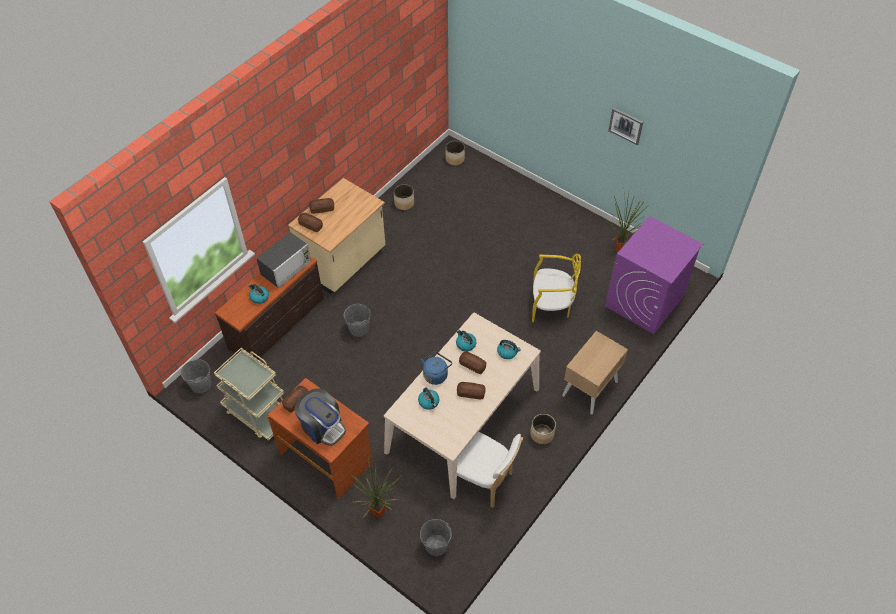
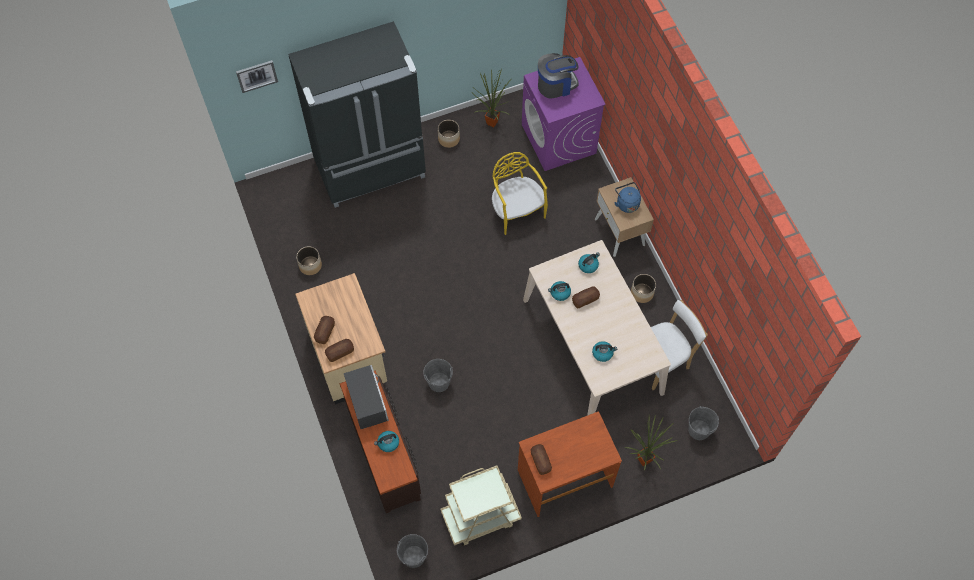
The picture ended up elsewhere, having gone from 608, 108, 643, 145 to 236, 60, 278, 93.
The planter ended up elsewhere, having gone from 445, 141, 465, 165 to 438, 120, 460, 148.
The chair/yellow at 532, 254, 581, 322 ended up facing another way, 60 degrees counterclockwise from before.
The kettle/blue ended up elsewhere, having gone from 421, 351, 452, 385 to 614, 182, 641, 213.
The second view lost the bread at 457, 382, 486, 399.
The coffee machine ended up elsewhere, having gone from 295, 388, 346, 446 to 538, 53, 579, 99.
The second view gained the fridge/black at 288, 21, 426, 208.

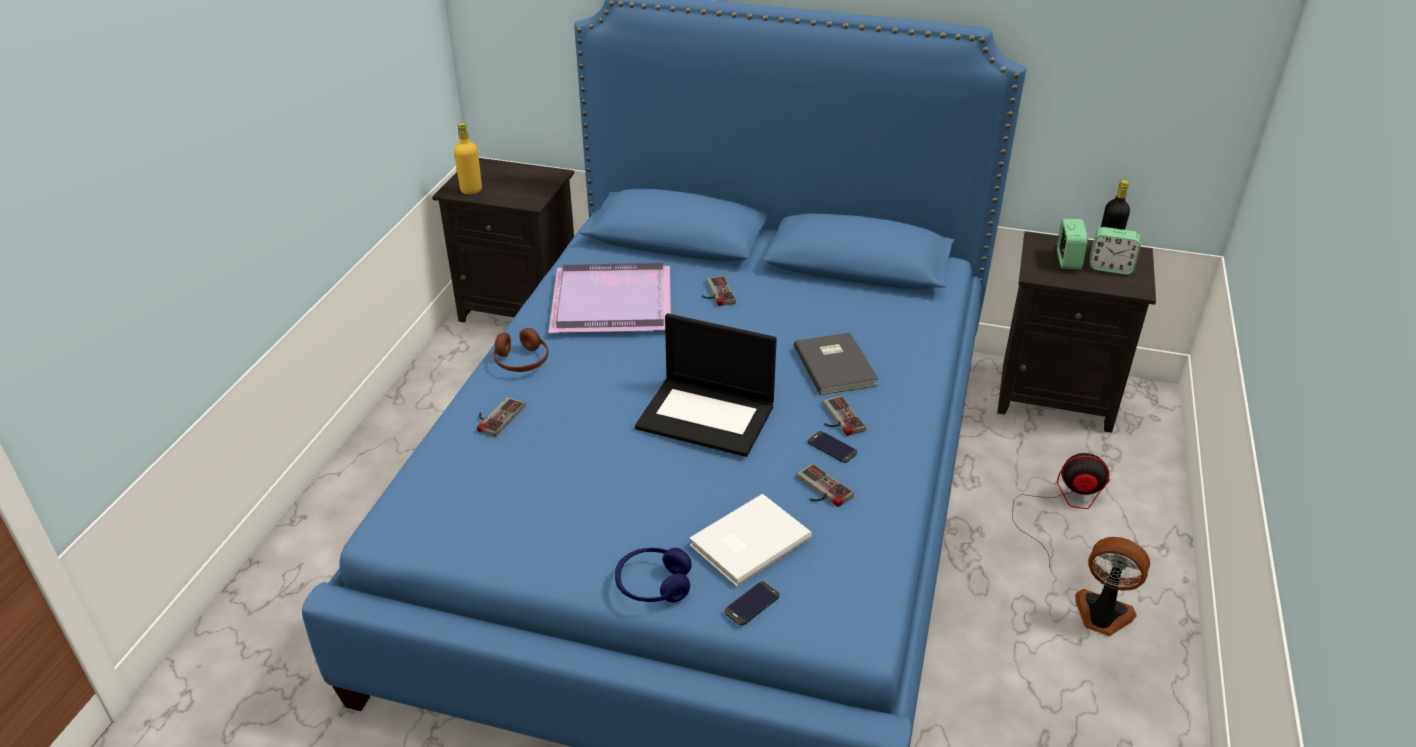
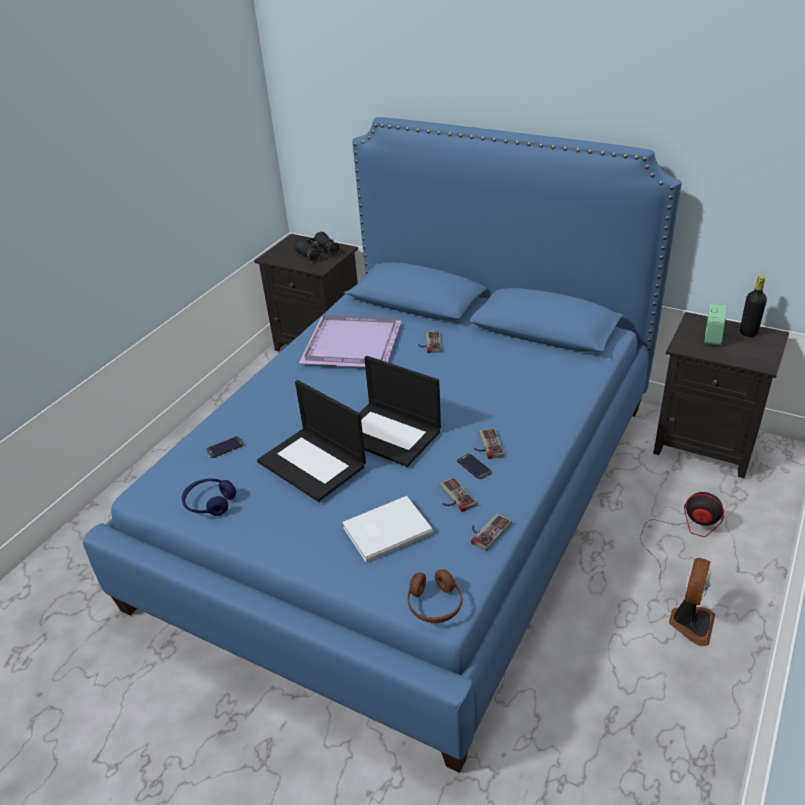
The second view lost the bottle/yellow at 454, 123, 482, 195.
The second view lost the alarm clock at 1090, 227, 1141, 275.
The headphones/brown ended up elsewhere, having gone from 494, 328, 549, 372 to 408, 569, 462, 623.
The second view lost the book/grey at 794, 332, 878, 395.
The game controller ended up elsewhere, having gone from 477, 397, 525, 437 to 471, 513, 512, 551.
The fan at 1075, 537, 1150, 636 ended up facing another way, 75 degrees clockwise from before.
The headphones/blue ended up elsewhere, having gone from 615, 548, 691, 603 to 182, 479, 236, 516.
The phone ended up elsewhere, having gone from 725, 581, 780, 625 to 206, 436, 244, 458.
The second view gained the binoculars/black at 294, 232, 340, 262.
The second view gained the laptop at 257, 380, 366, 502.

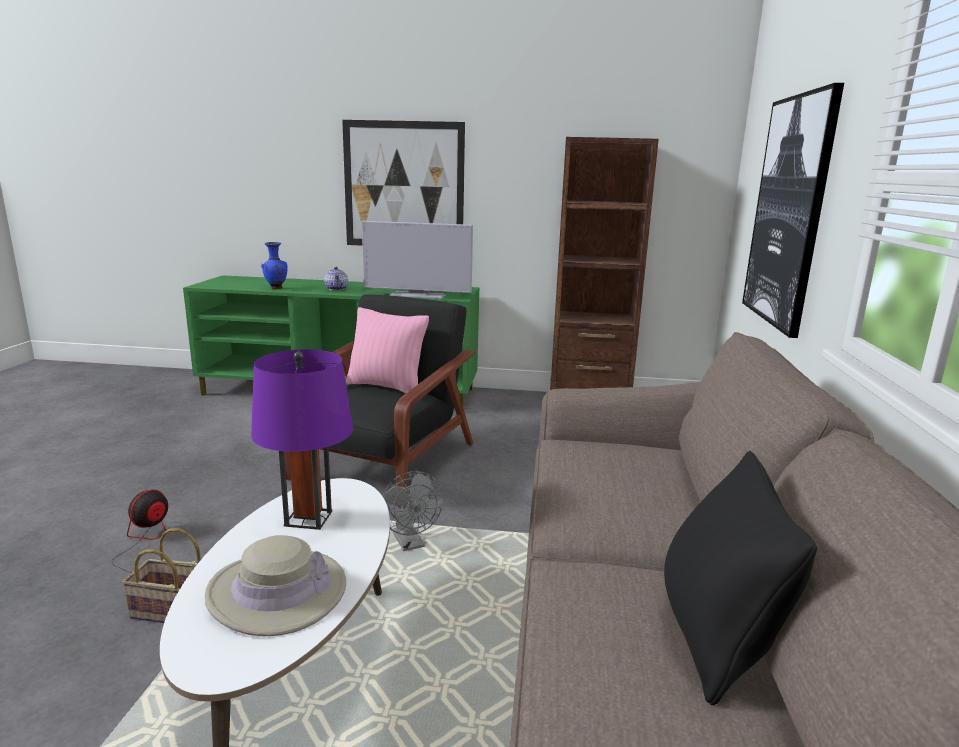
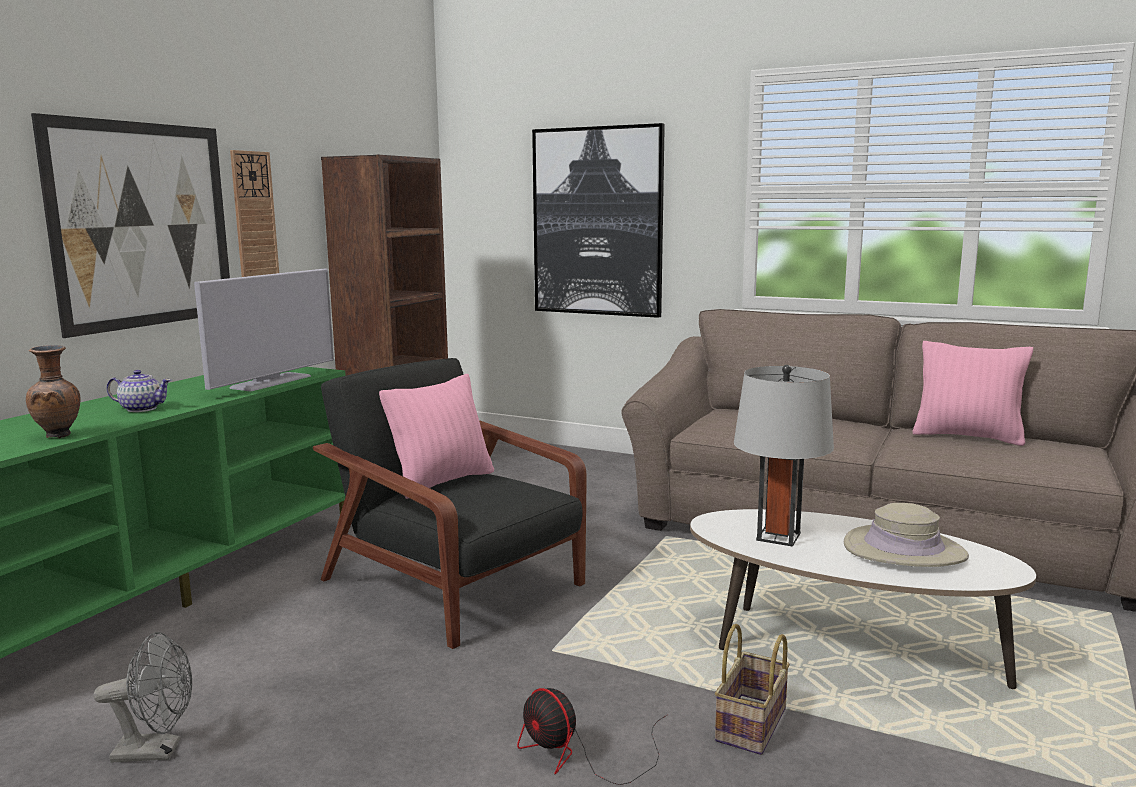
What was the vase/blue at 261, 242, 287, 289 turned into the vase/brown at 26, 345, 81, 438.
What was the table lamp/purple at 251, 349, 353, 530 turned into the table lamp/grey at 734, 365, 834, 547.
What was the pillow/black at 664, 451, 817, 705 turned into the pillow/pink at 912, 341, 1033, 446.
The fan/grey ended up elsewhere, having gone from 383, 471, 443, 551 to 94, 632, 192, 762.
The second view gained the wall clock at 230, 150, 279, 277.

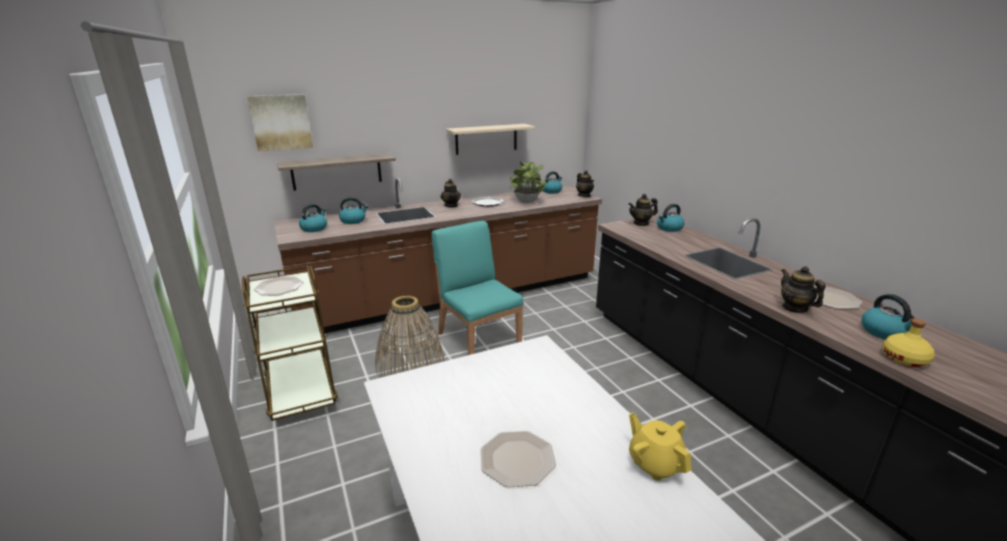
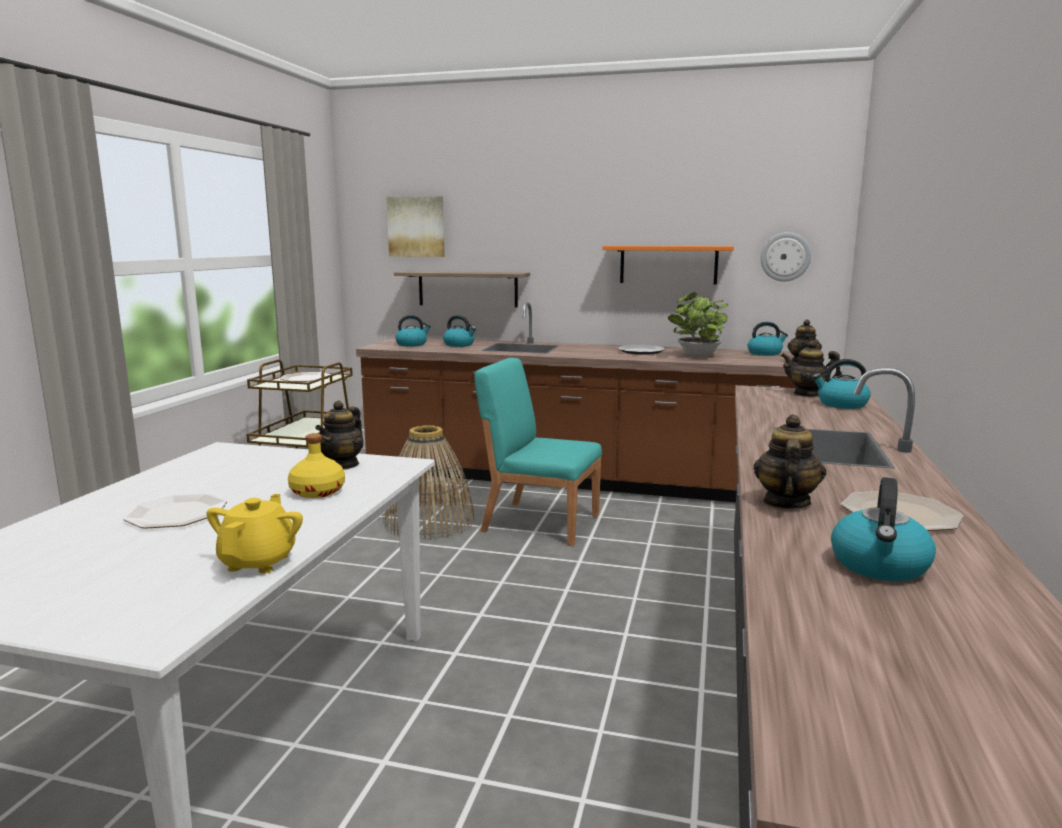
What was the shelf/beige at 446, 124, 535, 155 turned into the shelf/orange at 603, 246, 734, 284.
The teapot ended up elsewhere, having gone from 441, 179, 461, 207 to 315, 400, 364, 470.
The chair/turquoise at 431, 221, 524, 355 ended up facing another way, 75 degrees counterclockwise from before.
The bottle/yellow ended up elsewhere, having gone from 882, 318, 935, 367 to 288, 433, 345, 498.
The second view gained the wall clock at 760, 232, 811, 282.

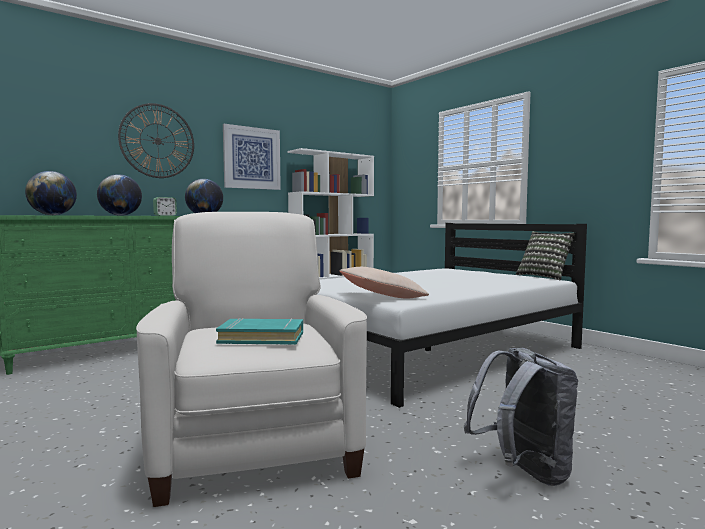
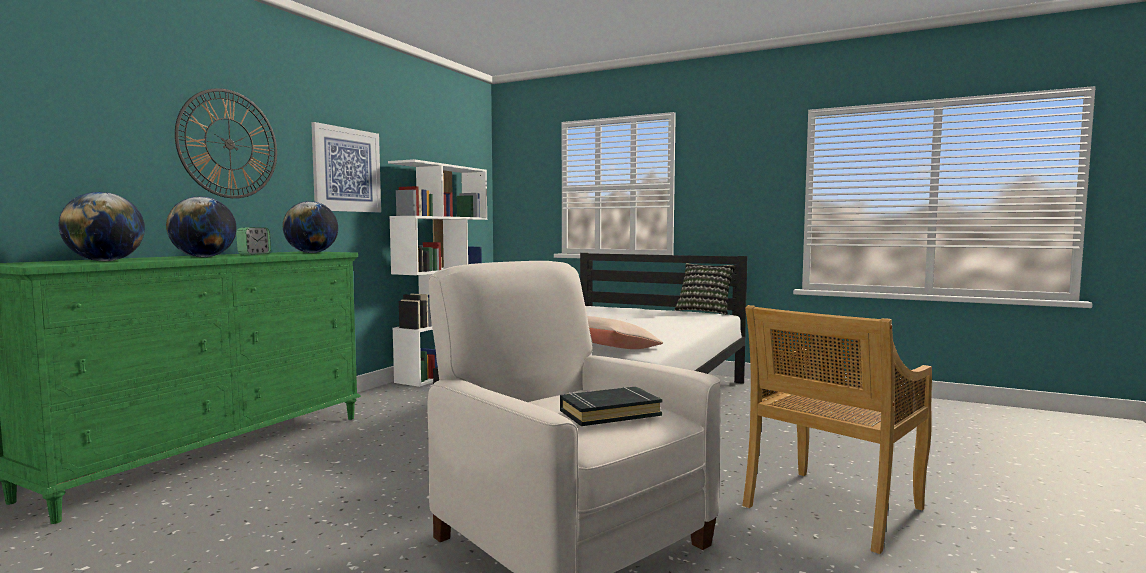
What was the book/turquoise at 216, 318, 303, 345 turned into the book/black at 560, 387, 663, 426.
Where the backpack/grey stood at 464, 348, 578, 486, the chair/beige came to stand at 742, 305, 932, 554.

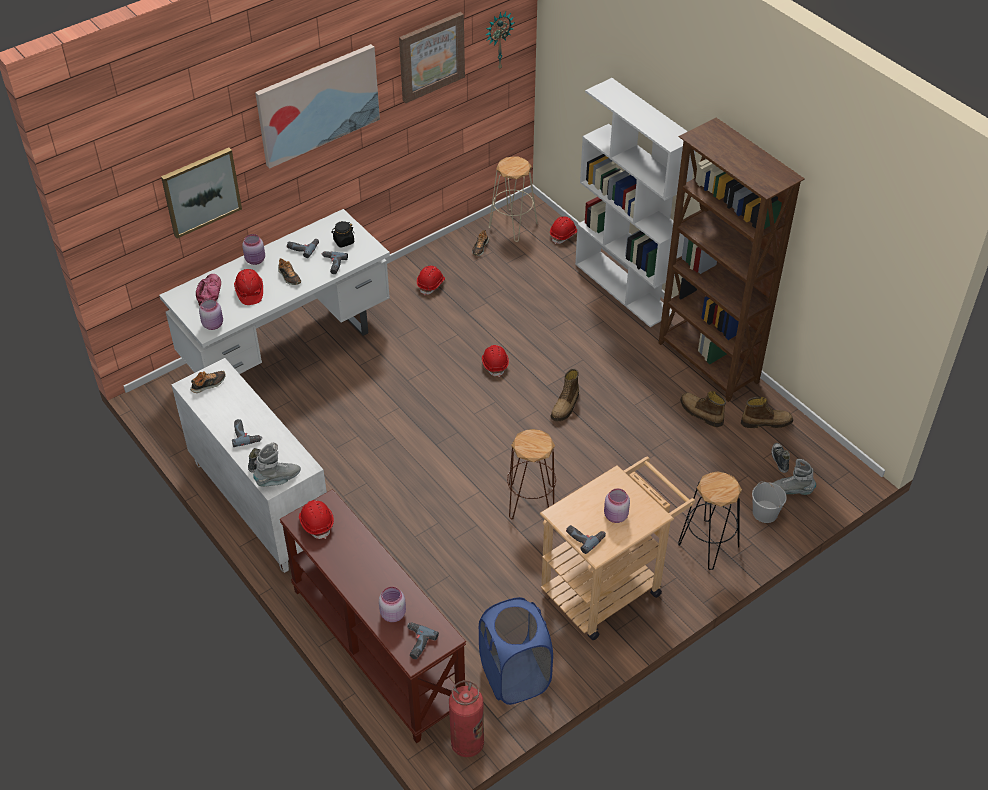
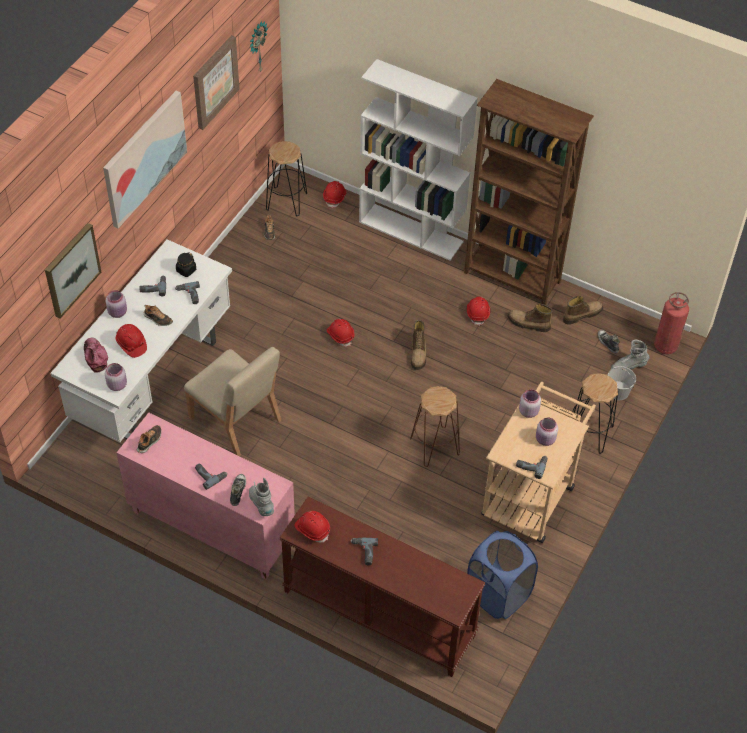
What was the stool/beige at 489, 157, 538, 242 turned into the stool/black at 266, 141, 307, 216.
The hard hat/red ended up elsewhere, having gone from 417, 266, 445, 296 to 467, 297, 491, 326.
What was the cabinet/white at 171, 358, 327, 573 turned into the cabinet/pink at 116, 413, 295, 579.
The boot/grey at 253, 443, 301, 487 ended up facing another way, 60 degrees counterclockwise from before.
The jar/pink ended up elsewhere, having gone from 379, 587, 406, 622 to 519, 390, 541, 418.
The power drill ended up elsewhere, having gone from 407, 622, 439, 659 to 350, 538, 378, 565.
The fire extinguisher ended up elsewhere, having gone from 449, 680, 484, 757 to 654, 292, 689, 354.
The second view gained the chair/beige at 184, 347, 281, 456.

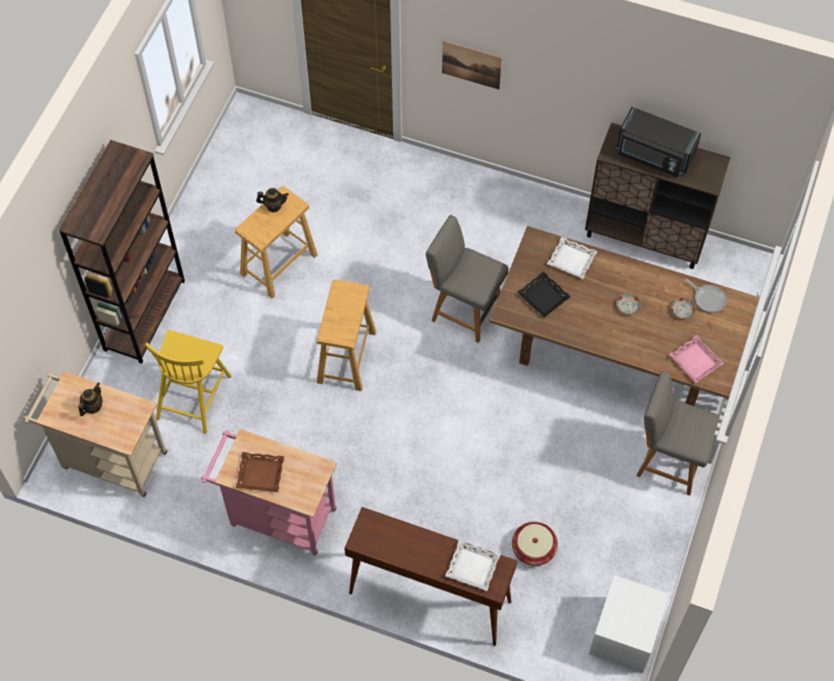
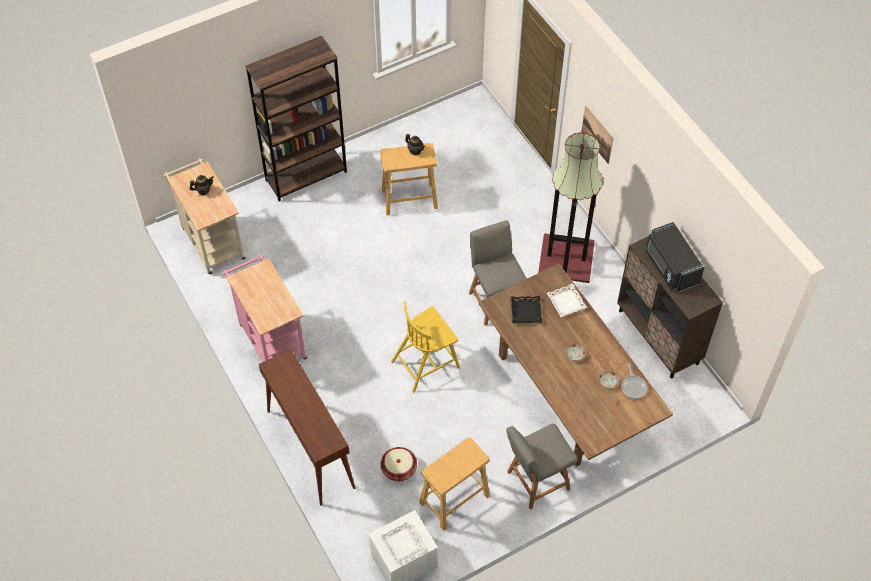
The stool/beige ended up elsewhere, having gone from 317, 280, 376, 391 to 419, 437, 490, 531.
The chair/yellow ended up elsewhere, having gone from 145, 330, 232, 434 to 391, 302, 460, 393.
The second view lost the tray/pink at 669, 335, 724, 383.
The chair/grey at 636, 371, 721, 496 ended up facing another way, 90 degrees counterclockwise from before.
The second view lost the tray/brown at 236, 452, 284, 492.
The tray/white ended up elsewhere, having gone from 445, 540, 500, 591 to 379, 521, 424, 564.
The second view gained the floor lamp at 538, 132, 603, 283.

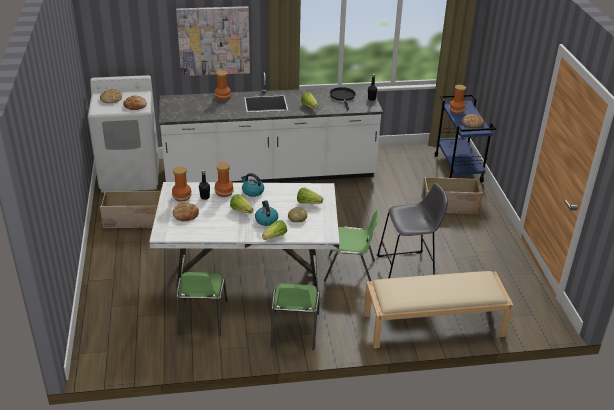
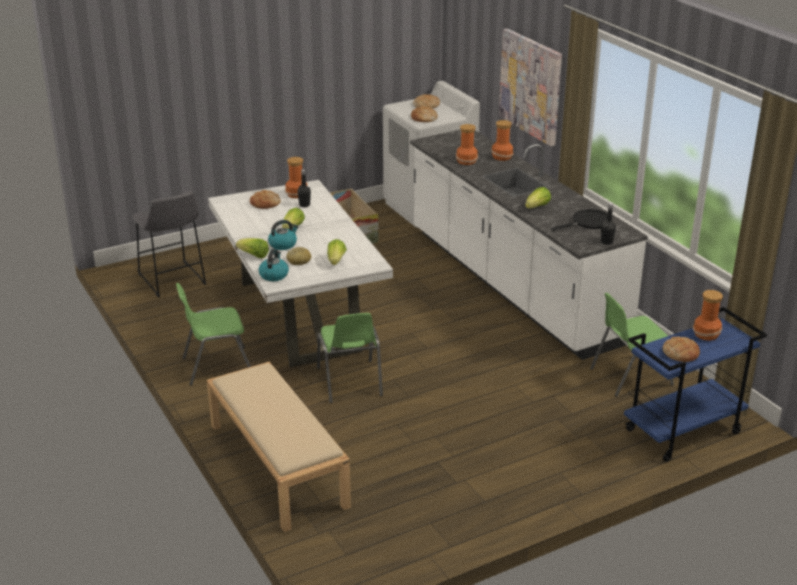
The vase ended up elsewhere, having gone from 214, 162, 234, 197 to 456, 124, 478, 165.
The kettle ended up elsewhere, having gone from 241, 173, 264, 197 to 259, 249, 289, 281.
The second view lost the crate at 421, 177, 483, 215.
The stool/grey ended up elsewhere, having gone from 377, 183, 448, 278 to 132, 191, 206, 298.
The chair/green ended up elsewhere, having gone from 176, 272, 227, 336 to 590, 293, 674, 397.

